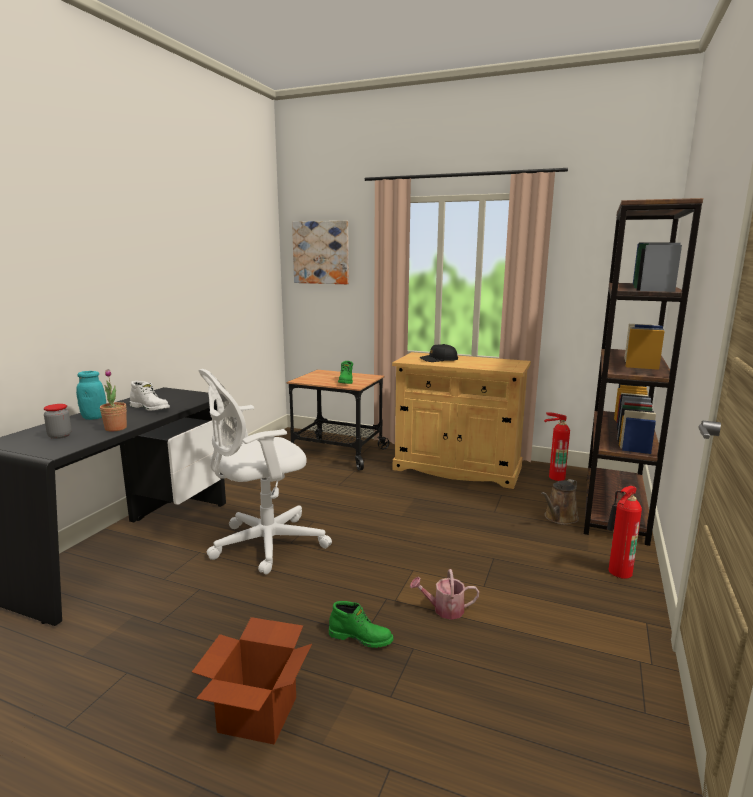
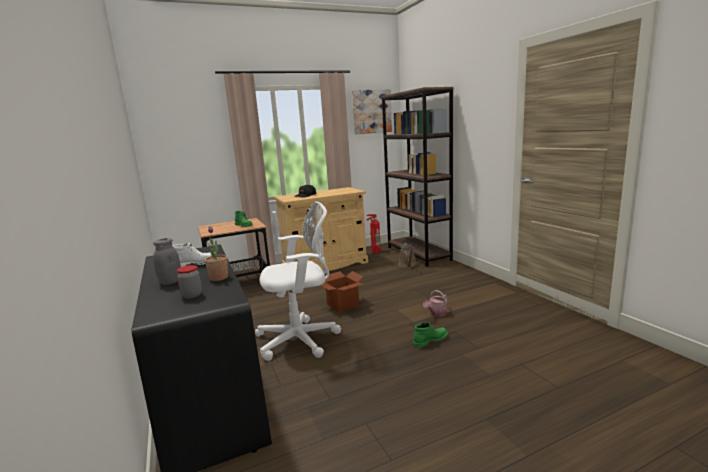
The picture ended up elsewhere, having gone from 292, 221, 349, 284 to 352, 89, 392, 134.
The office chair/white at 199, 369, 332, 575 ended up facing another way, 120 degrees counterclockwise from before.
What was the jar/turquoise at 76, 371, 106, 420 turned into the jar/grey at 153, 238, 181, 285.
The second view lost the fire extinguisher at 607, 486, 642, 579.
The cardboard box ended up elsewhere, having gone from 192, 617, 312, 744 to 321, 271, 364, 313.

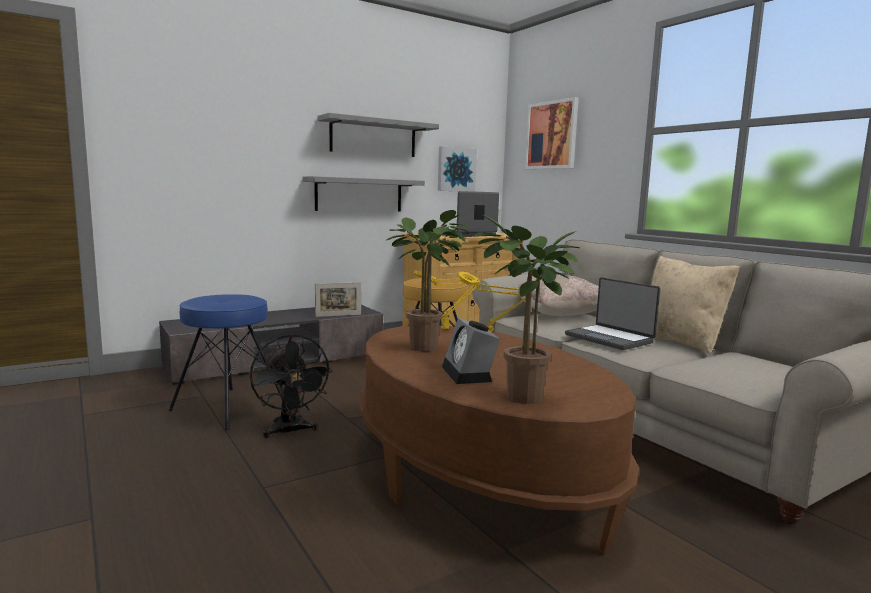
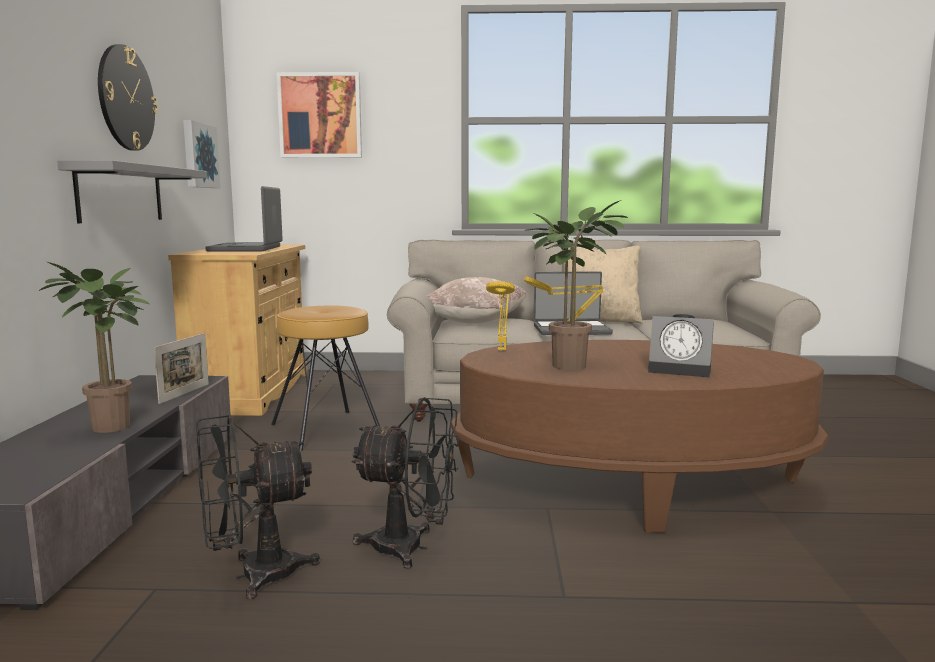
Where the shelf/grey hung at 317, 113, 439, 157, the wall clock came to hang at 98, 44, 158, 151.
The potted plant ended up elsewhere, having gone from 473, 215, 580, 404 to 39, 262, 150, 433.
Where the stool/blue stood at 168, 294, 283, 430, the fan/black came to stand at 196, 414, 320, 600.

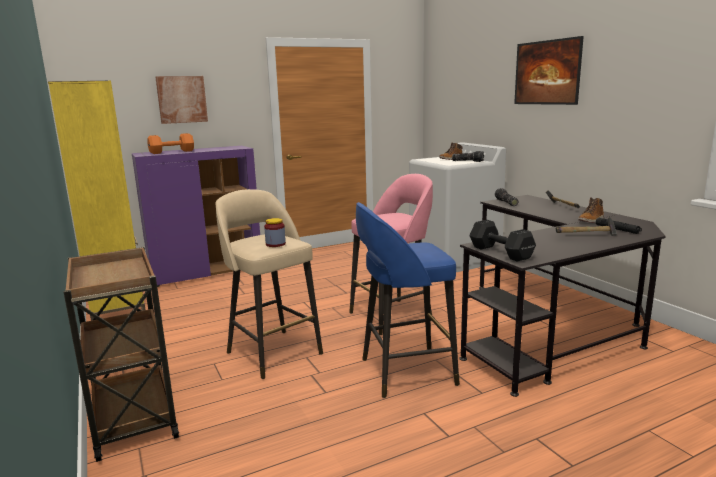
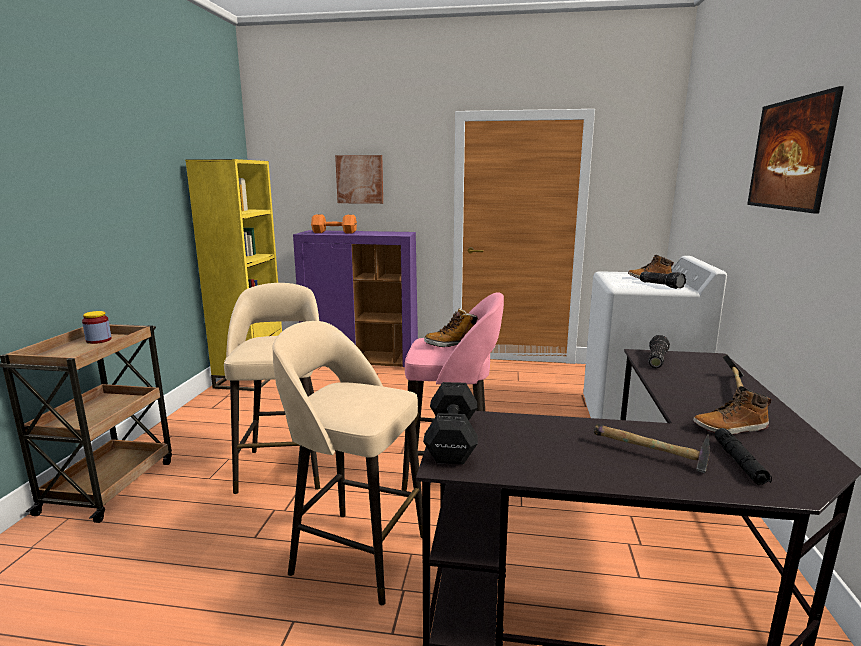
What was the stool/blue at 356, 202, 460, 398 turned into the stool/beige at 272, 321, 423, 605.
The jar ended up elsewhere, having gone from 264, 218, 286, 247 to 82, 311, 112, 344.
The second view gained the boot at 424, 308, 479, 347.

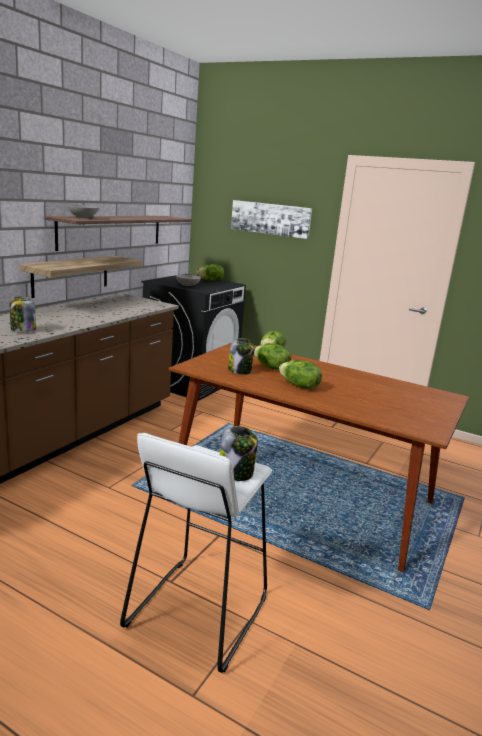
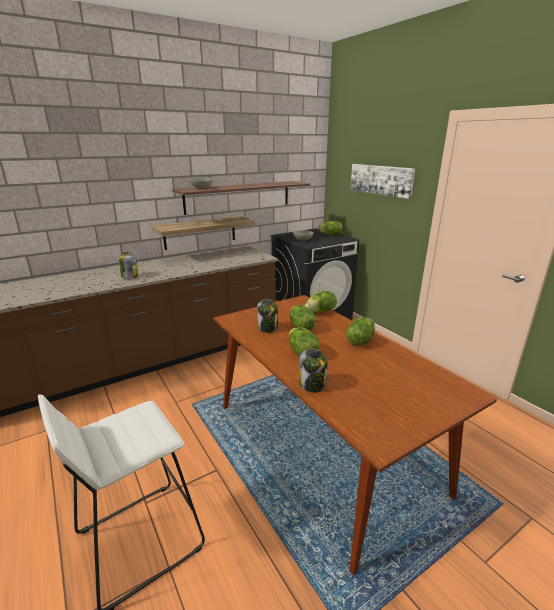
The jar ended up elsewhere, having gone from 220, 426, 258, 481 to 299, 348, 327, 393.
The second view gained the lettuce at 346, 317, 375, 346.

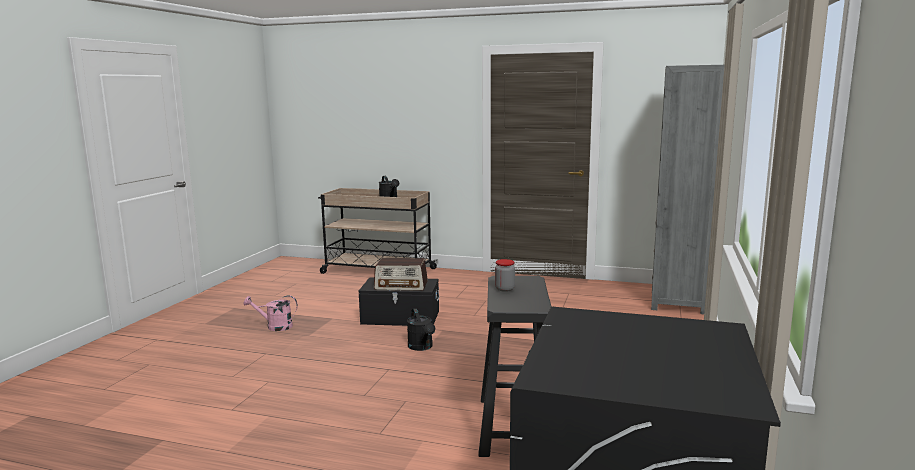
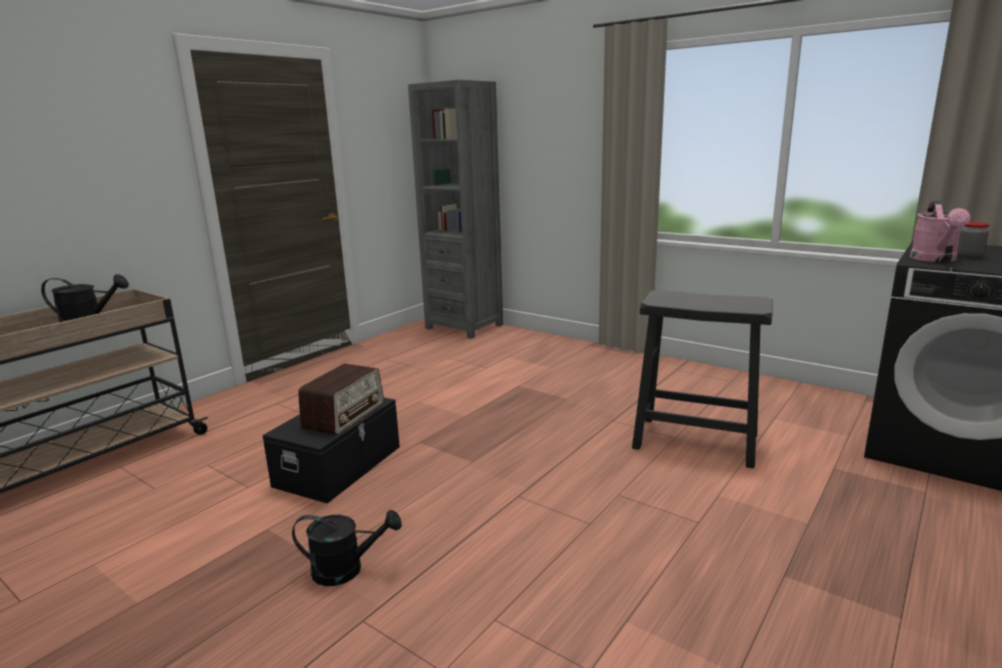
The jar ended up elsewhere, having gone from 495, 259, 515, 292 to 957, 222, 989, 258.
The watering can/pink ended up elsewhere, having gone from 243, 295, 298, 331 to 910, 201, 970, 262.
The watering can/black ended up elsewhere, having gone from 407, 309, 435, 351 to 292, 510, 402, 586.

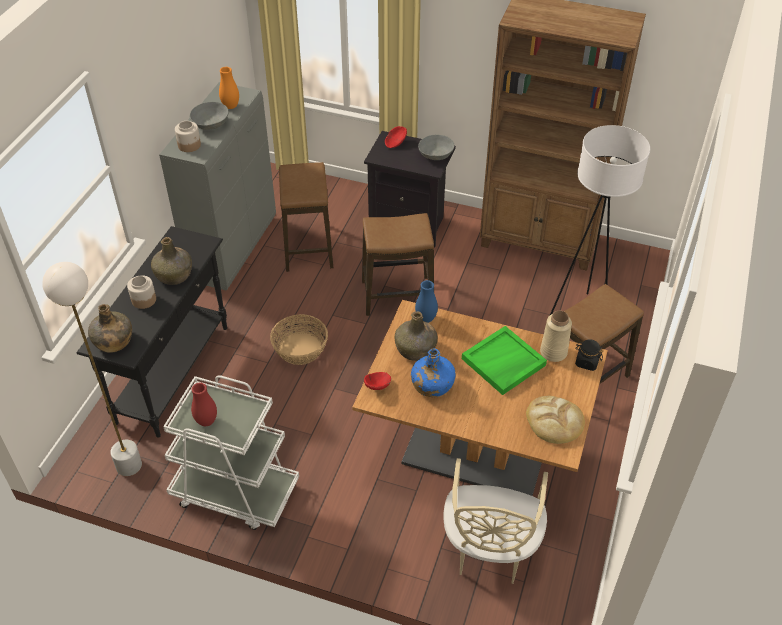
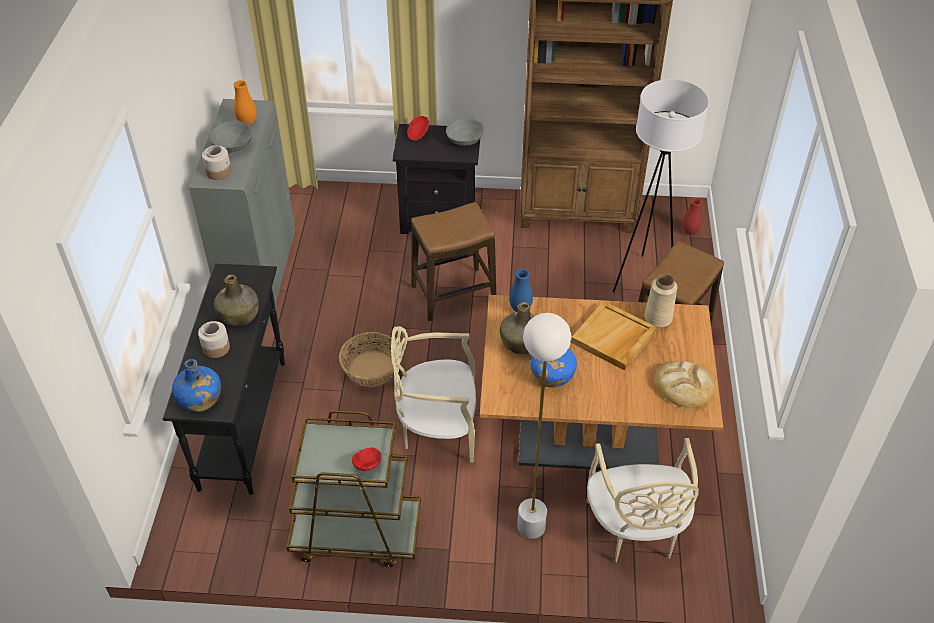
The second view lost the stool at 279, 162, 333, 272.
The floor lamp/white ended up elsewhere, having gone from 42, 262, 142, 476 to 517, 313, 571, 539.
What was the bottle/green at 88, 304, 132, 353 turned into the bottle/blue at 172, 359, 221, 412.
What was the tray/green at 462, 326, 547, 395 turned into the tray/beige at 571, 301, 657, 371.
The second view lost the jar/black at 575, 339, 603, 371.
The bowl/red ended up elsewhere, having gone from 364, 372, 391, 390 to 352, 447, 382, 471.
What was the cart/white at 163, 375, 299, 530 turned into the cart/brown at 286, 410, 421, 567.
The vase/red ended up elsewhere, having gone from 191, 383, 217, 426 to 682, 198, 702, 235.
The second view gained the chair/beige at 391, 326, 476, 463.

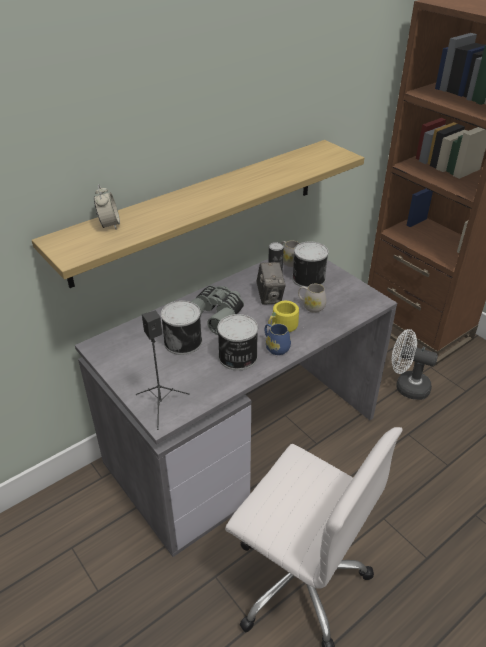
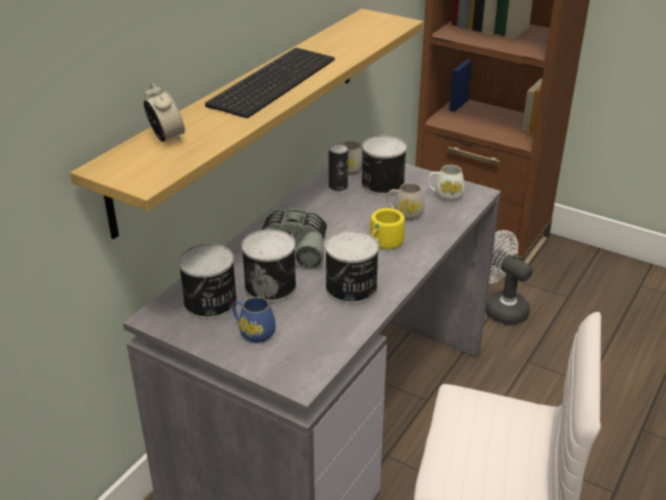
The second view lost the photo camera at 256, 262, 286, 305.
The second view lost the speaker/black at 136, 311, 190, 430.
The mug/blue ended up elsewhere, having gone from 265, 324, 291, 355 to 233, 297, 276, 343.
The fan/white at 392, 329, 438, 400 ended up facing another way, 45 degrees clockwise from before.
The second view gained the keyboard at 205, 48, 335, 118.
The second view gained the mug/white at 428, 165, 465, 201.
The second view gained the can at 178, 244, 237, 319.

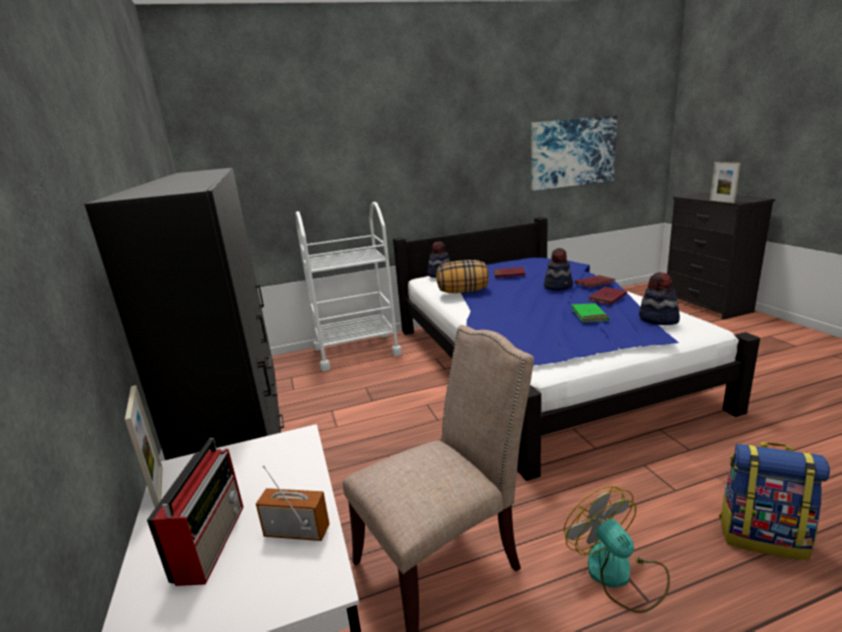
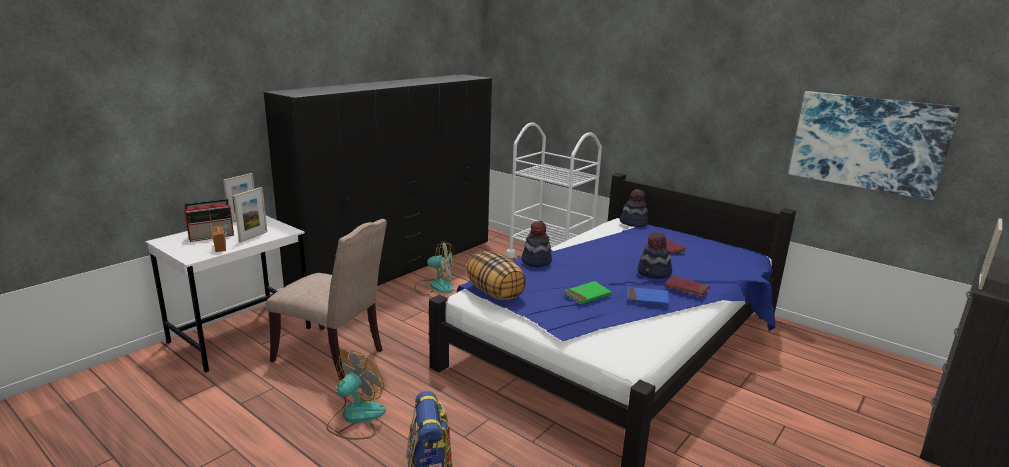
The pillow ended up elsewhere, having gone from 436, 260, 489, 293 to 466, 251, 526, 301.
The hat ended up elsewhere, having gone from 639, 272, 680, 325 to 522, 221, 552, 267.
What was the book/red at 588, 287, 627, 305 turned into the book/blue at 627, 287, 669, 306.
The second view gained the picture frame at 233, 187, 267, 242.
The second view gained the fan at 415, 241, 456, 296.

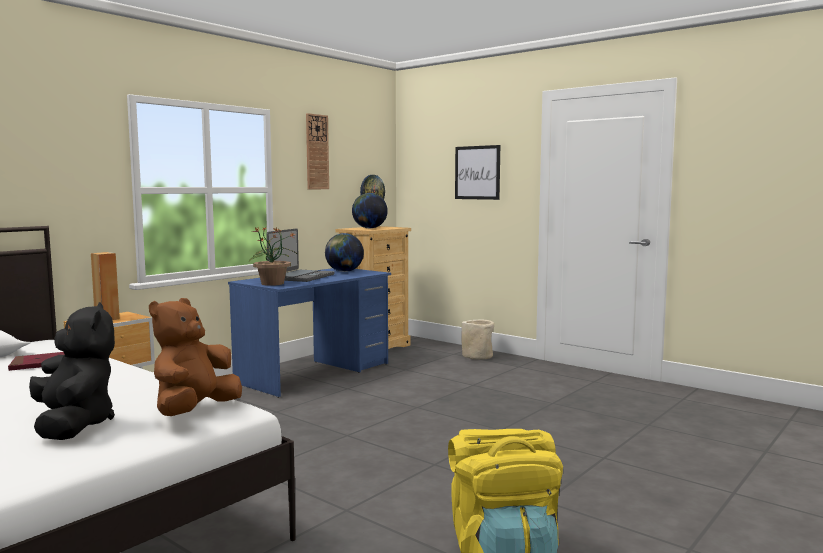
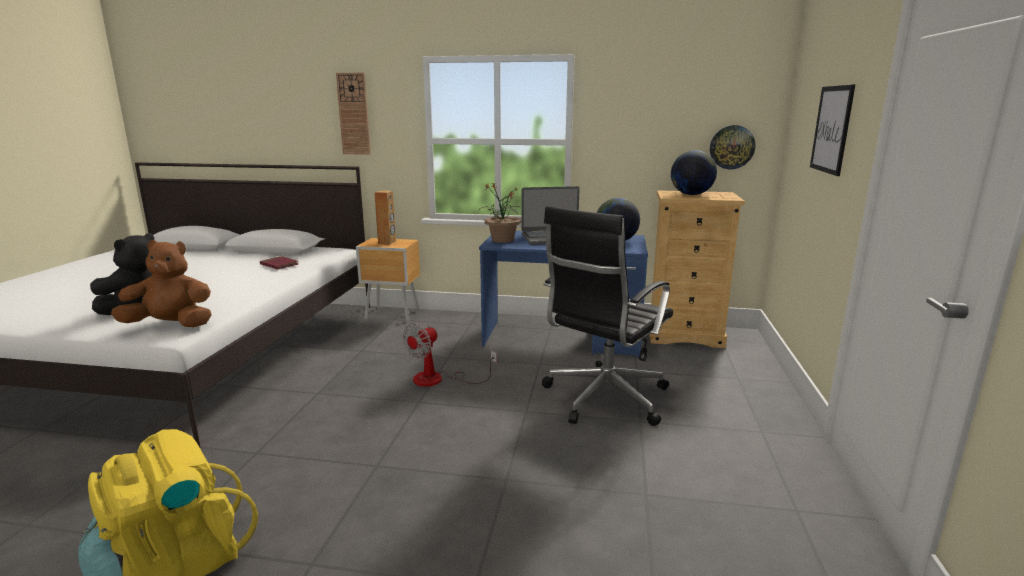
The wall clock ended up elsewhere, having gone from 306, 113, 329, 189 to 336, 73, 371, 155.
The second view lost the planter/beige at 461, 320, 494, 360.
The second view gained the office chair/black at 542, 206, 673, 426.
The second view gained the fan at 403, 323, 497, 387.

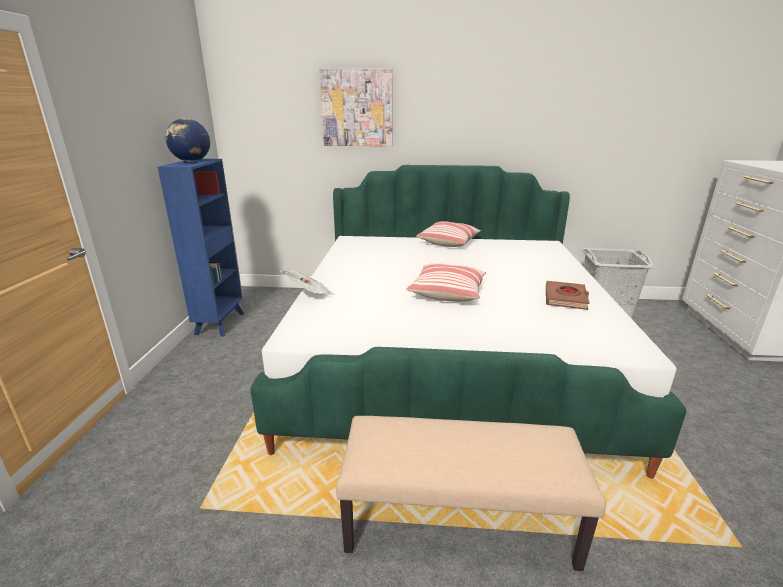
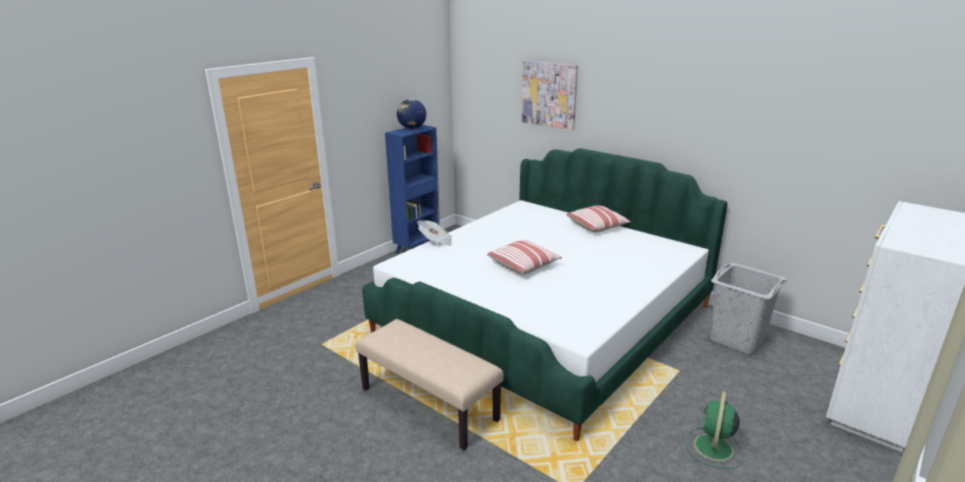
The second view lost the book/brown at 546, 281, 590, 310.
The second view gained the fan/green at 686, 391, 743, 469.

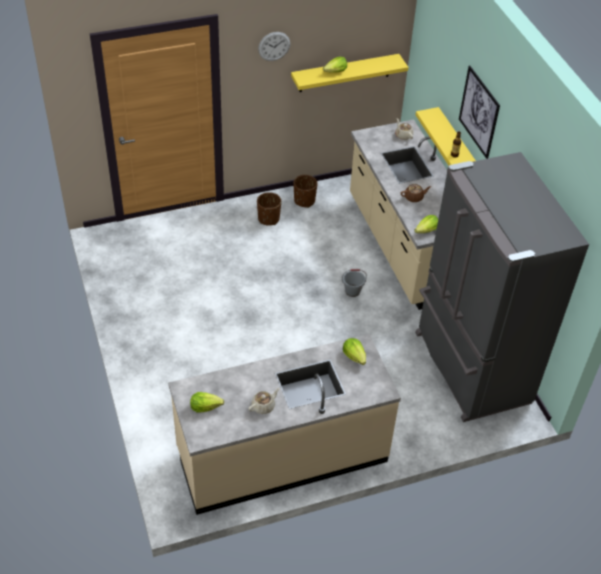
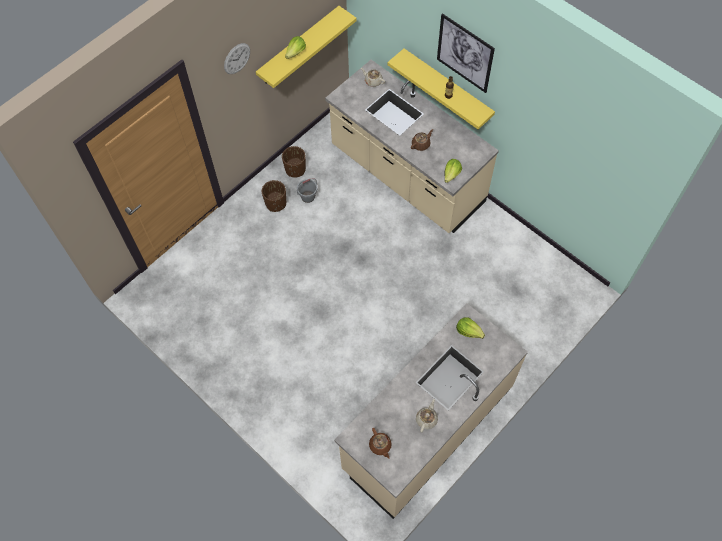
The second view lost the fridge/grey at 415, 152, 589, 422.
The bucket/grey ended up elsewhere, having gone from 342, 269, 367, 297 to 297, 178, 317, 203.
Where the lettuce stood at 190, 392, 224, 413, the teapot/brown came to stand at 369, 428, 392, 459.

